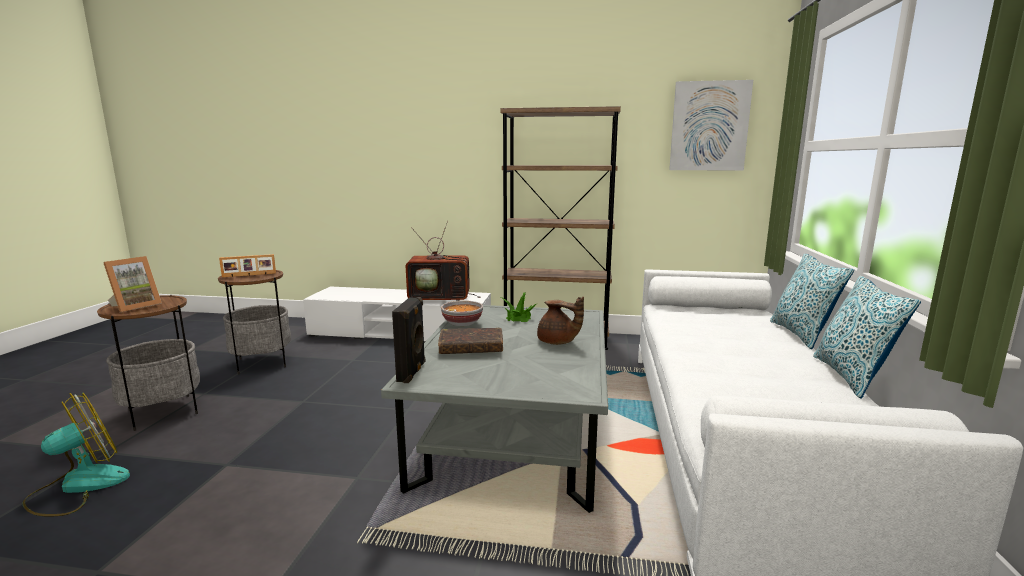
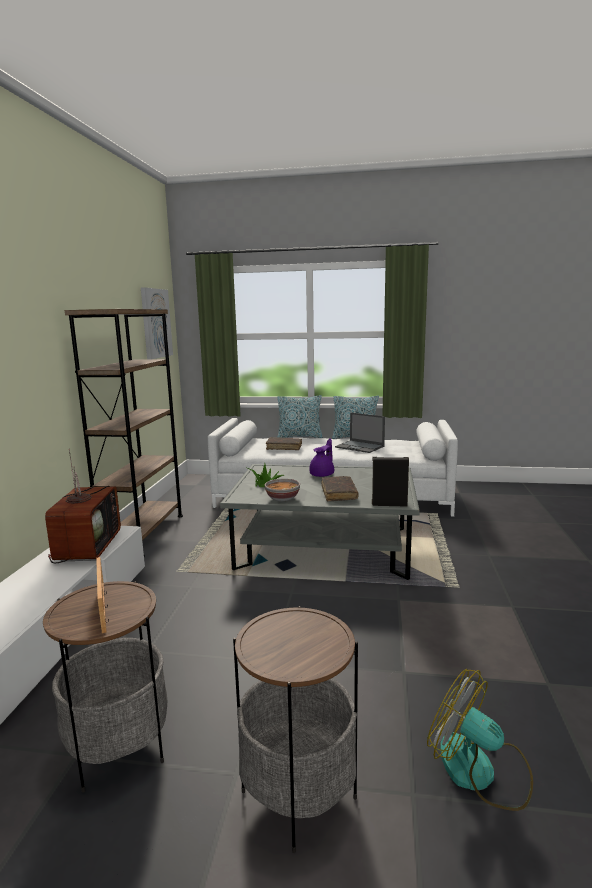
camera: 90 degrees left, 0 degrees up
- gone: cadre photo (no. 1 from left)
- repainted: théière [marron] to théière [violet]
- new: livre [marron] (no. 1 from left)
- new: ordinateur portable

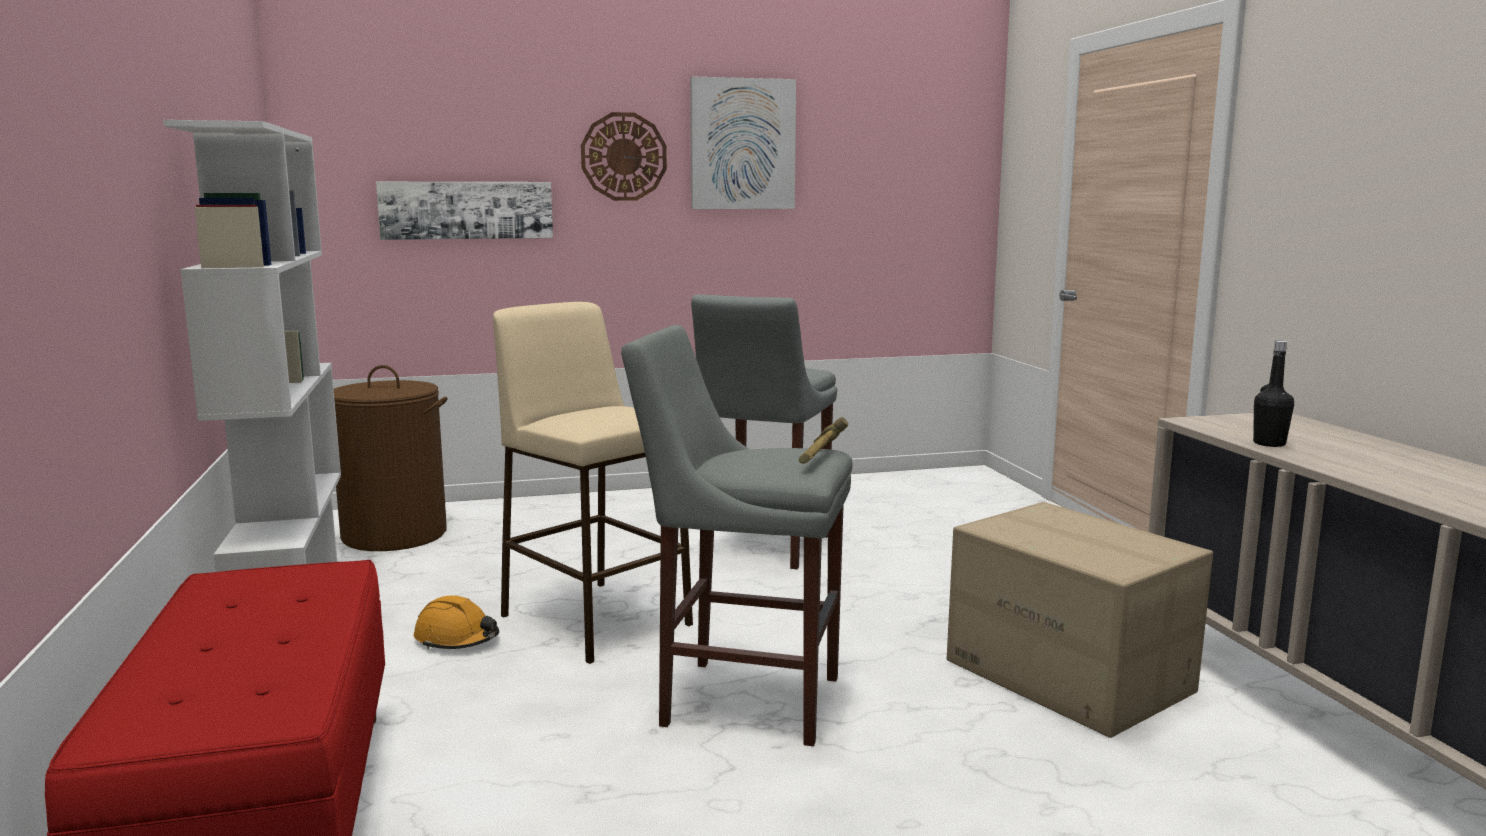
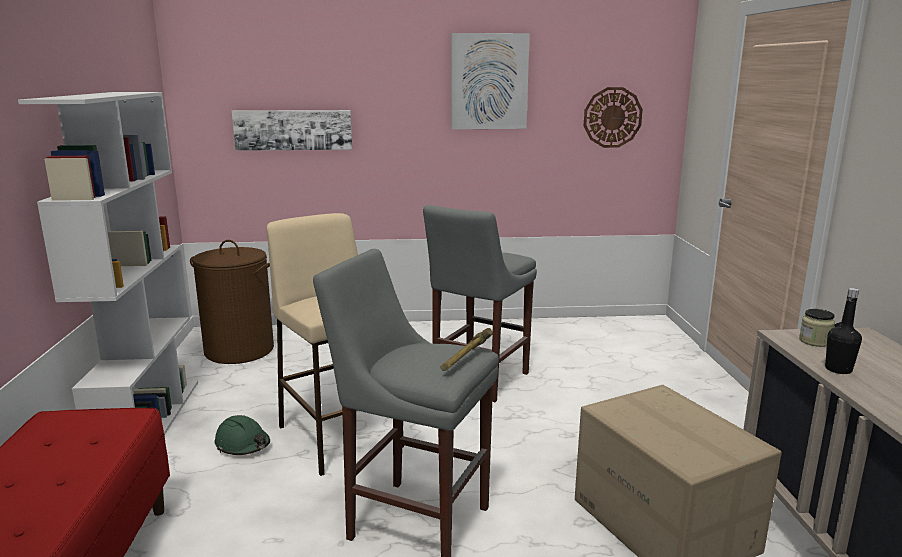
camera: 10 degrees right, 5 degrees up
- repainted: casque de chantier [orange] to casque de chantier [vert]
- shifted: horloge murale
- new: bocal

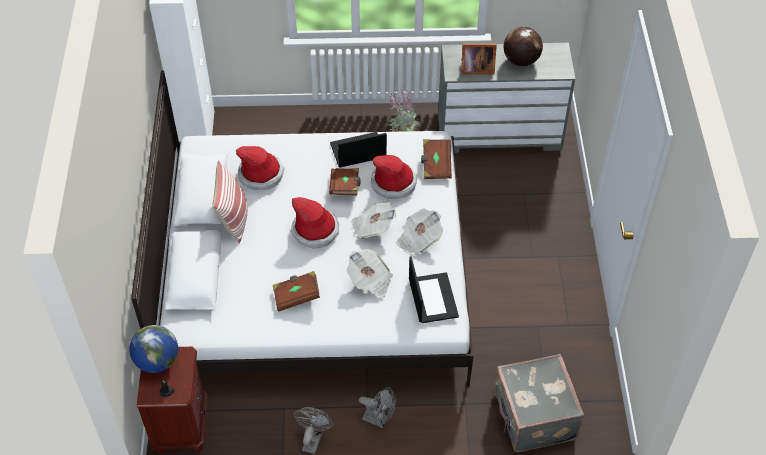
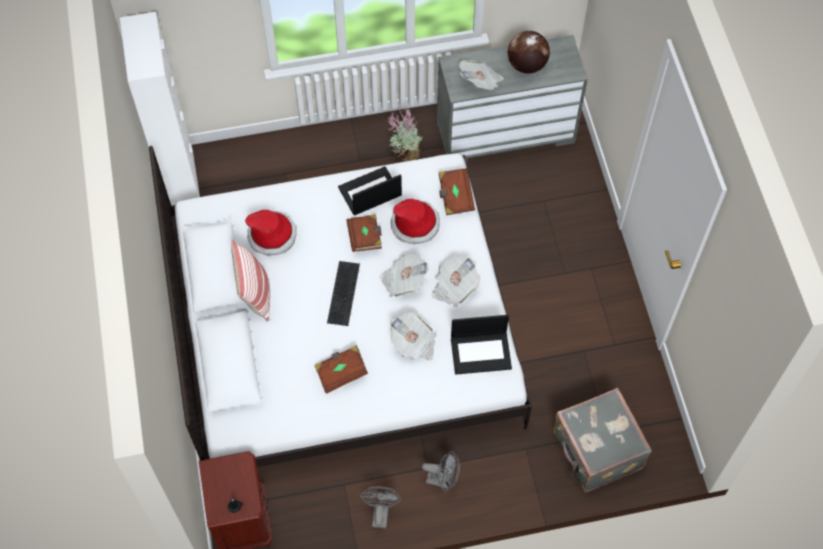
camera: 10 degrees left, 10 degrees up
- gone: globe (no. 1 from left)
- swapped: chapeau (no. 2 from left) to clavier
- rotated: ordinateur portable (no. 2 from left) 105 degrees clockwise
- swapped: cadre photo to journal (no. 4 from left)

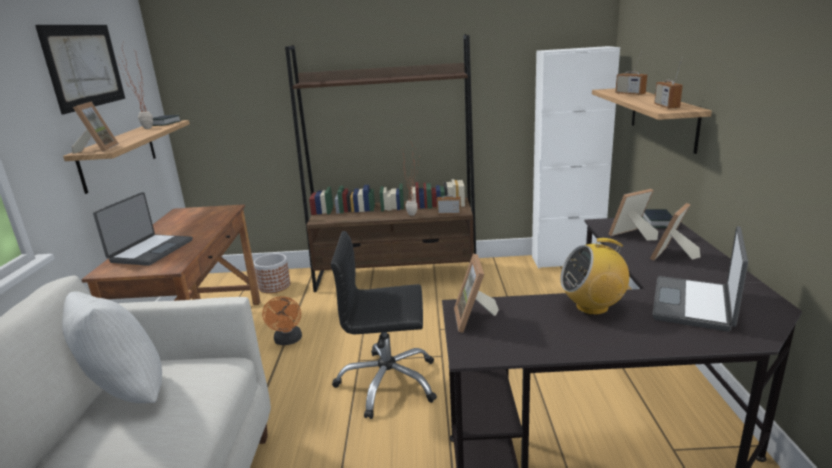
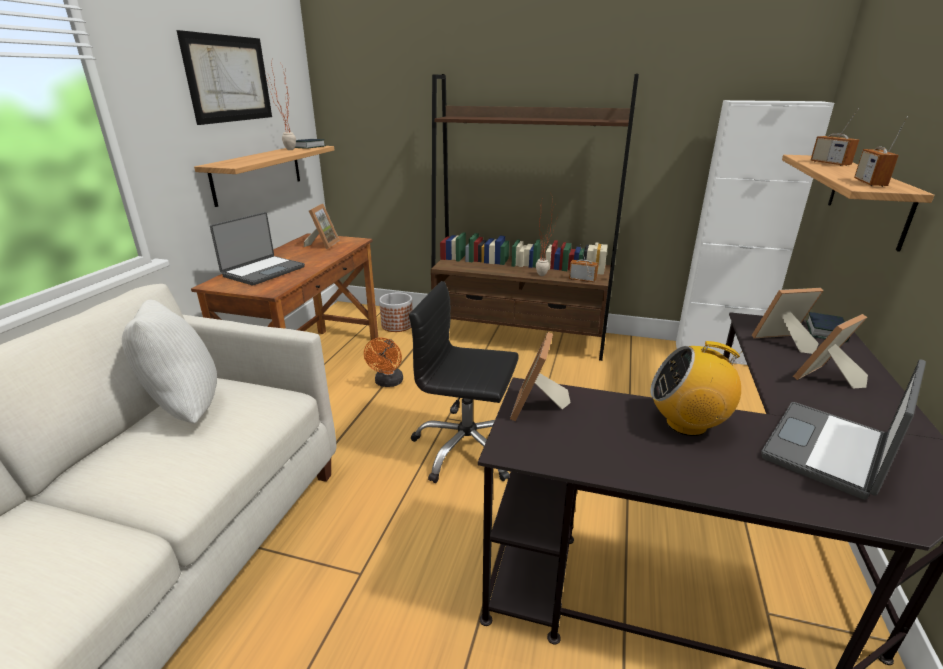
camera: 15 degrees right, 5 degrees up
- shifted: cadre photo (no. 1 from left)

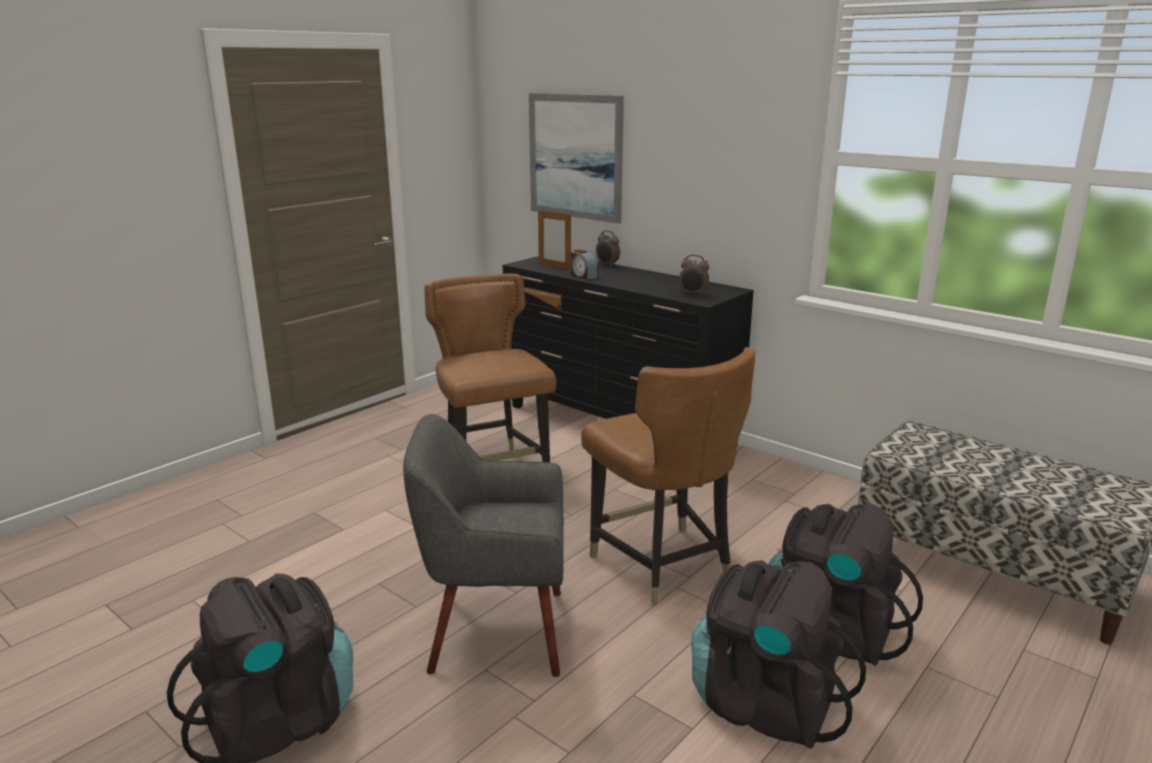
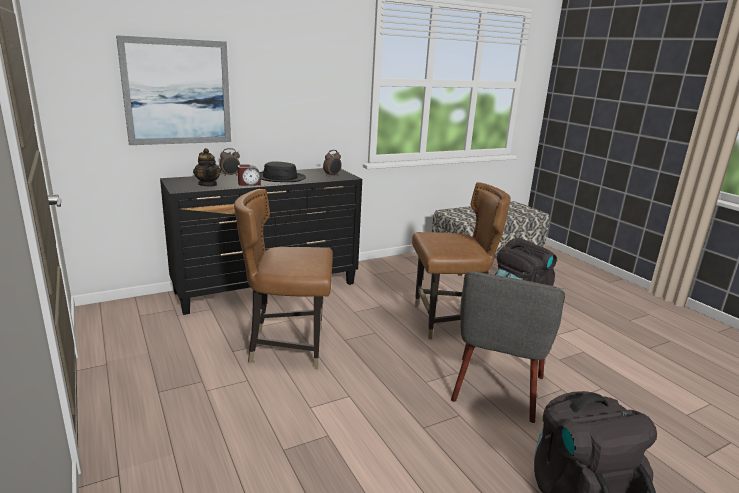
camera: 70 degrees left, 0 degrees up
- swapped: cadre photo to théière
- gone: sac à dos [noir] (no. 2 from left)
- new: chapeau [noir]

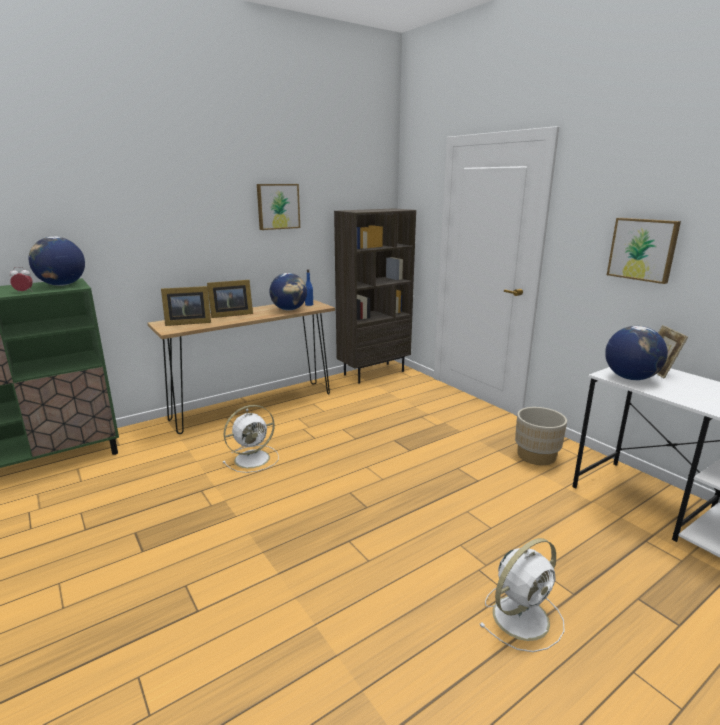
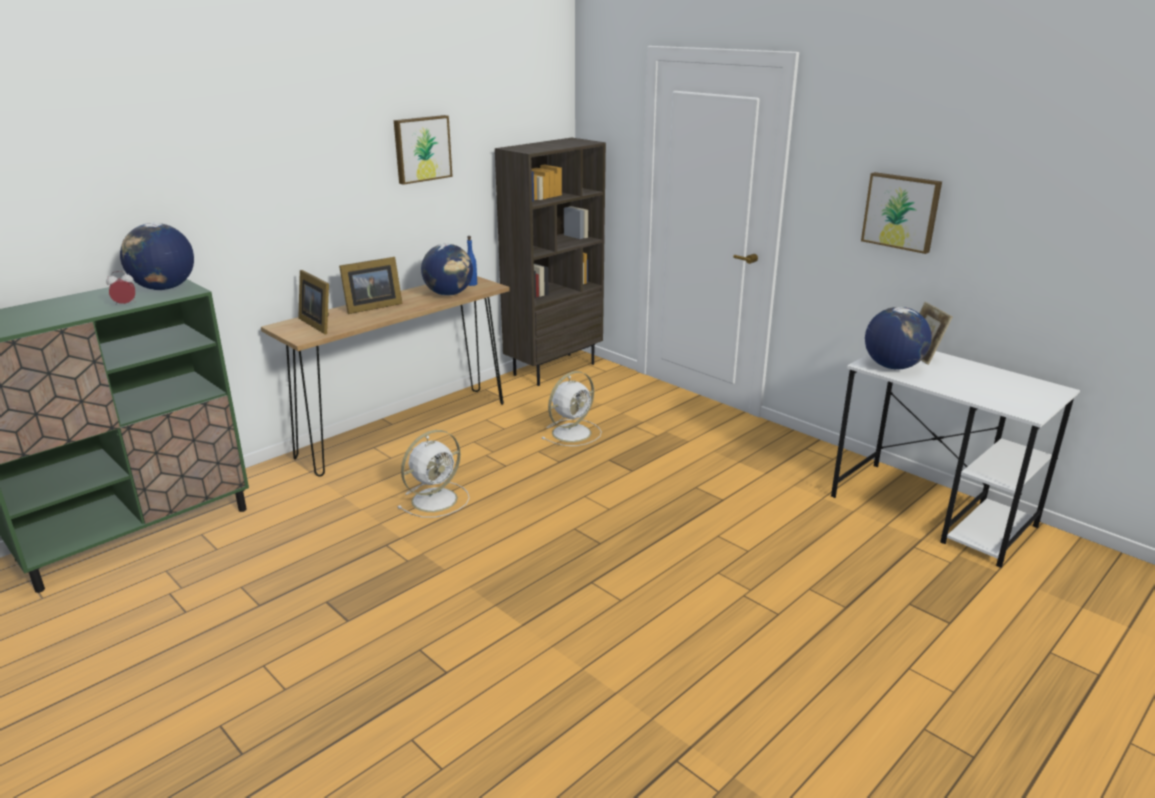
camera: 10 degrees left, 5 degrees up
- rotated: cadre photo (no. 1 from left) 75 degrees clockwise
- shifted: ventilateur [blanc] (no. 2 from left)
- gone: cache-pot [beige]

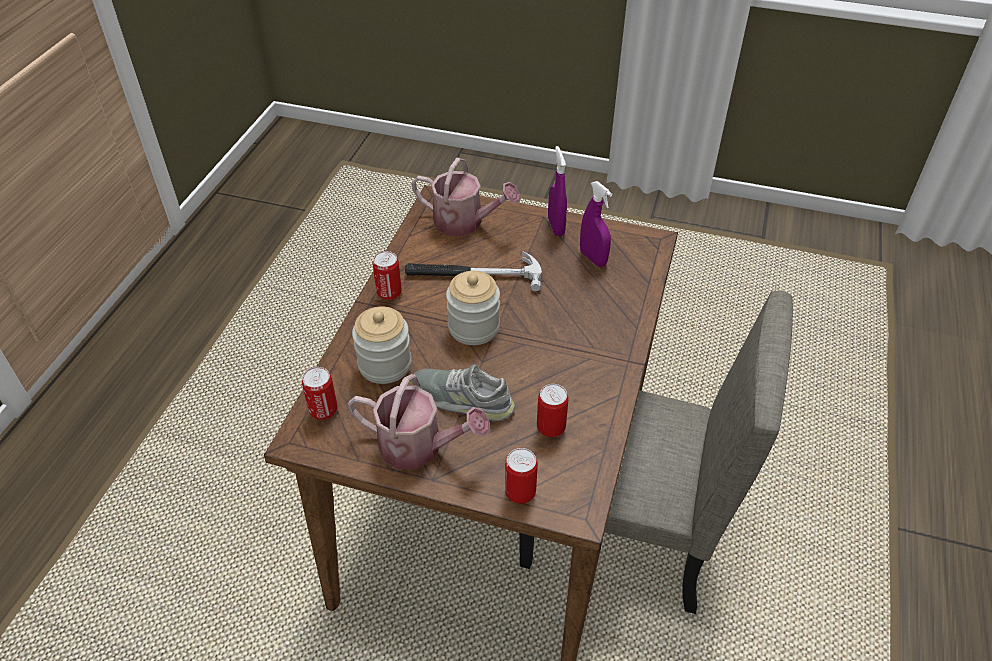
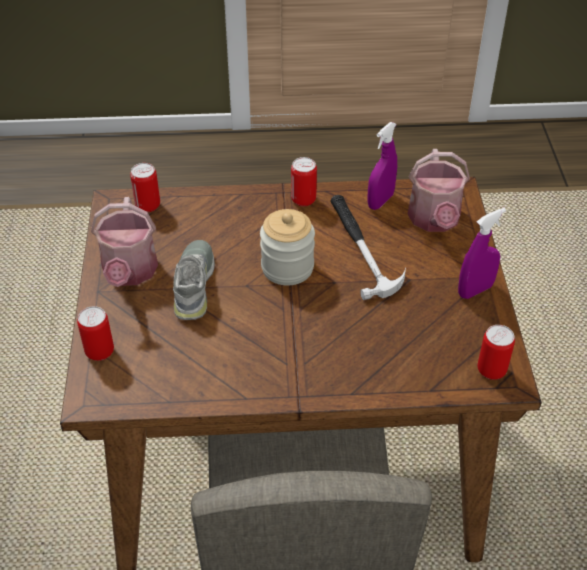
camera: 70 degrees right, 0 degrees up
- gone: bocal (no. 1 from left)
- shifted: boîte métallique (no. 4 from left)
- shifted: vaporisateur [violet] (no. 2 from left in the first image) to vaporisateur [violet] (no. 1 from left)

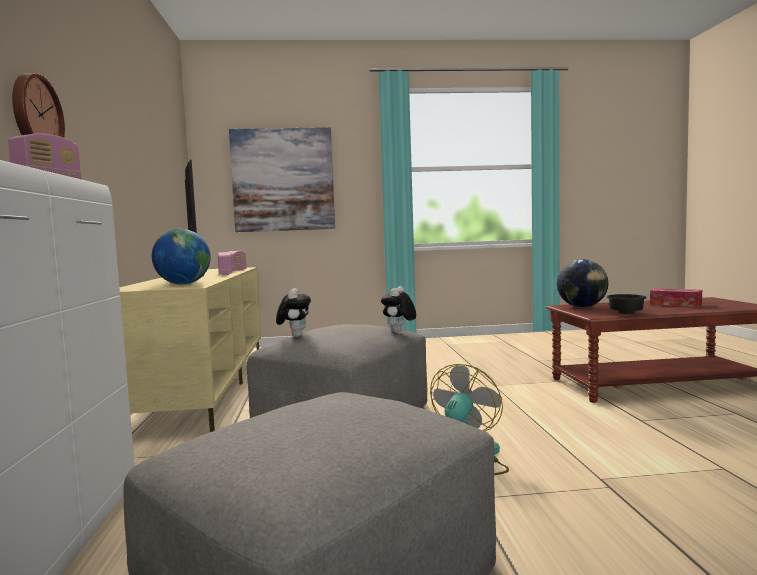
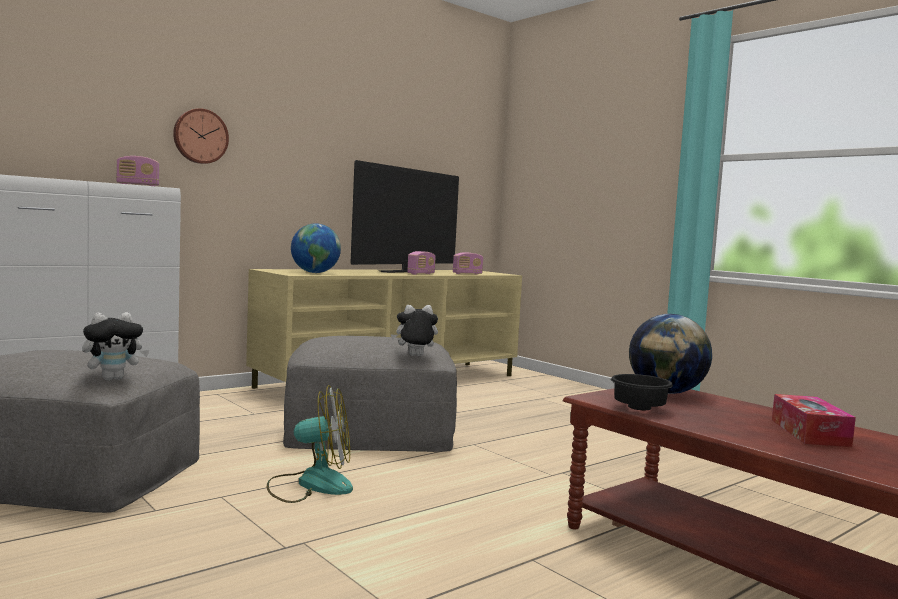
camera: 55 degrees right, 0 degrees up
- gone: tableau
- shifted: peluche (no. 1 from left)

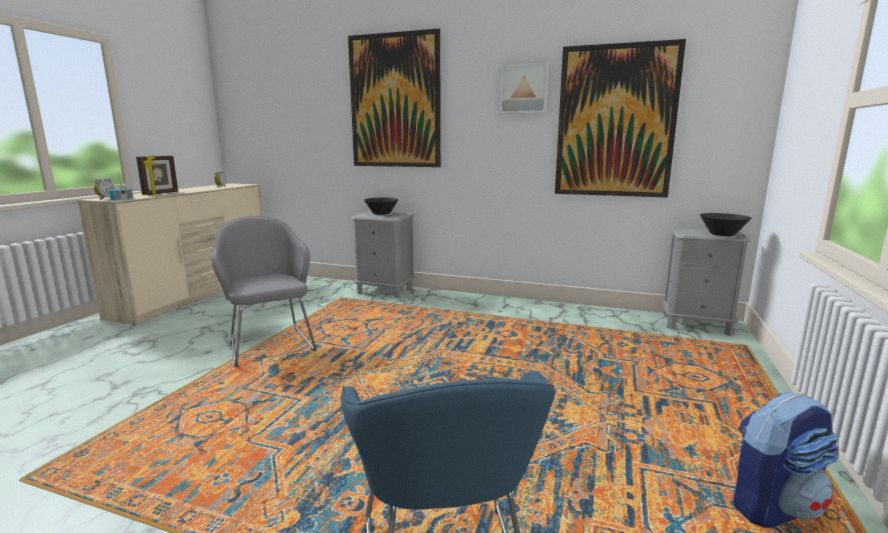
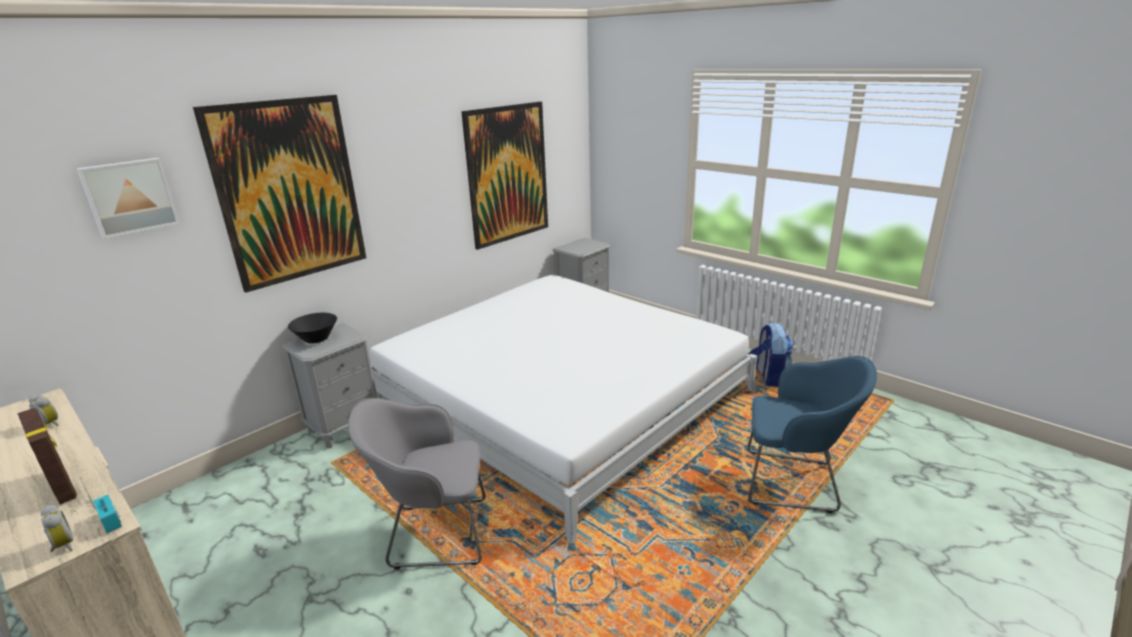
camera: 65 degrees left, 10 degrees up
- shifted: tableau (no. 2 from left in the first image) to tableau (no. 1 from left)
- gone: bol [noir] (no. 2 from left)
- new: lit [blanc]

